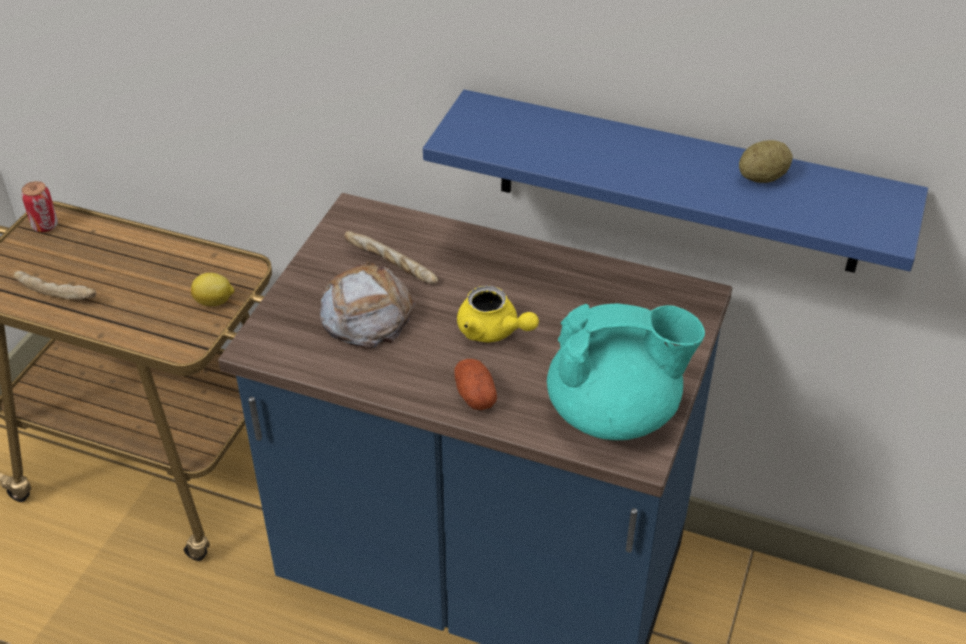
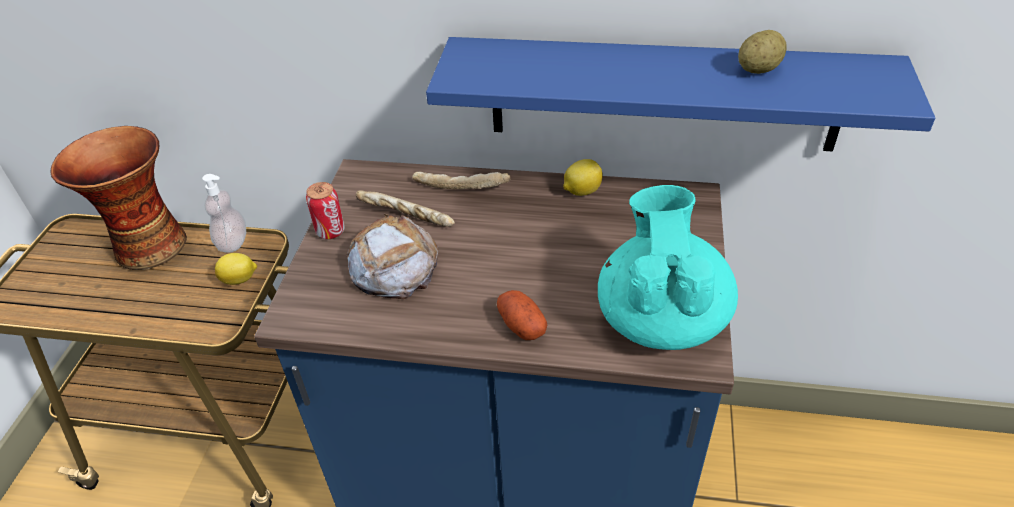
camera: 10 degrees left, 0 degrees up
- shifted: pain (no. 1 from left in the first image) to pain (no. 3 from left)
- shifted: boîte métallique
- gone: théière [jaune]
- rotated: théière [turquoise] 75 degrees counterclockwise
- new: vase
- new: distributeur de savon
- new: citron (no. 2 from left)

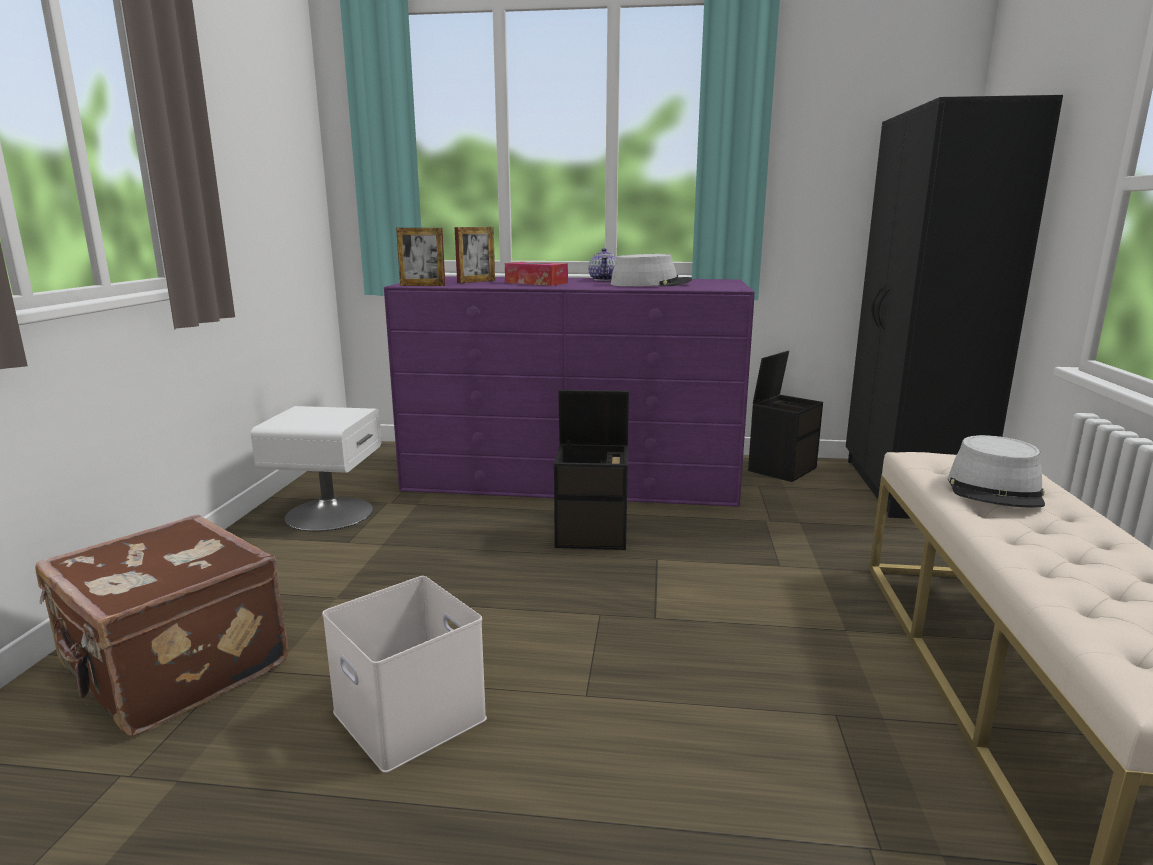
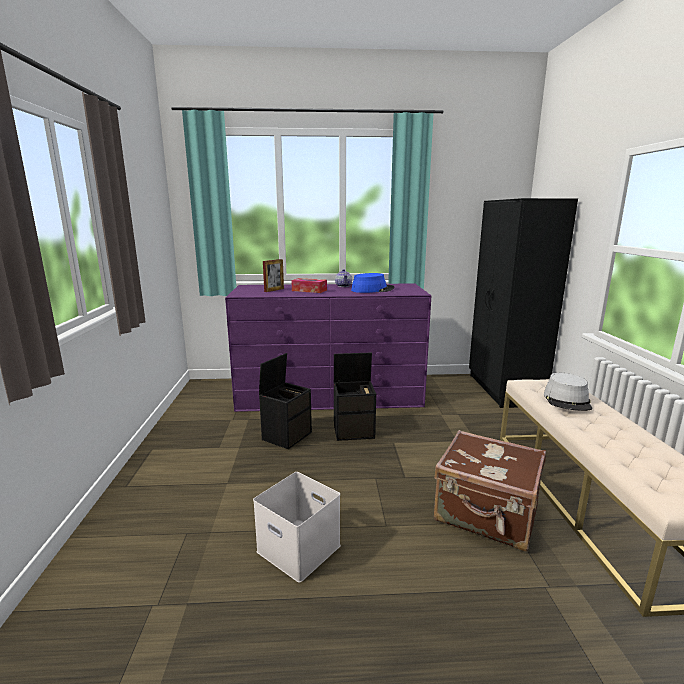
camera: 10 degrees left, 0 degrees up
- shifted: valise [marron]
- gone: table de chevet [blanc]
- gone: cadre photo (no. 1 from left)
- repainted: chapeau [gris] (no. 1 from left) to chapeau [bleu]
- shifted: boîte de rangement [noir] (no. 2 from left in the first image) to boîte de rangement [noir] (no. 1 from left)

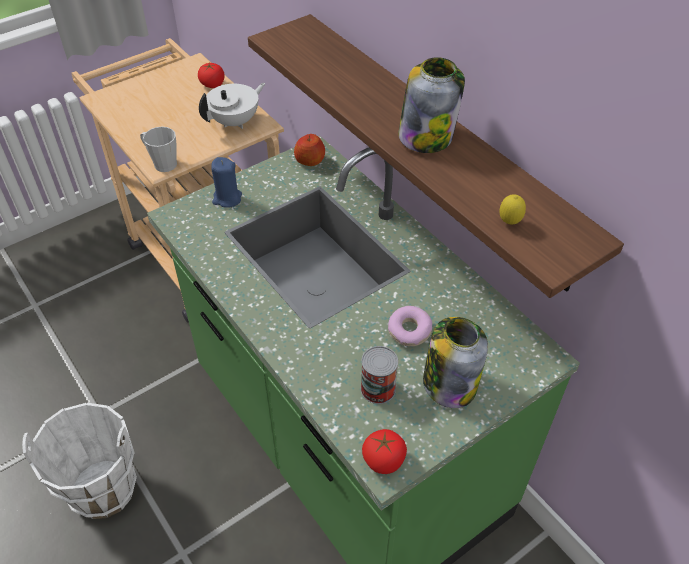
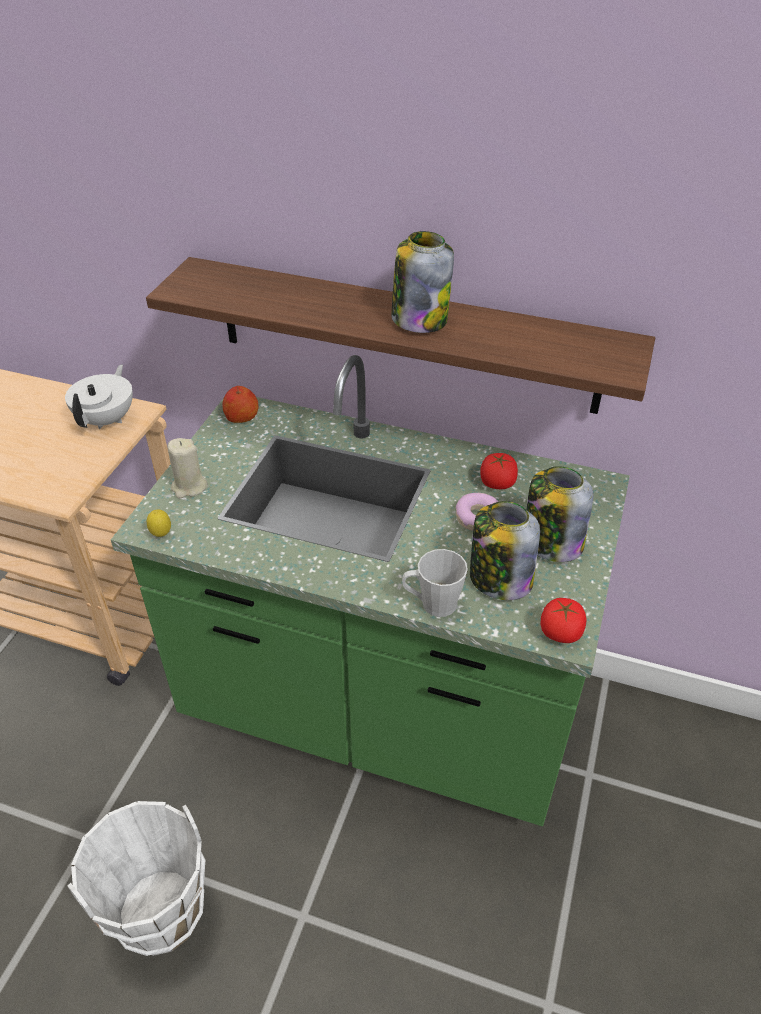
camera: 35 degrees left, 5 degrees down
- shifted: mug [gris]
- shifted: tomate (no. 1 from left)
- repainted: bougie [bleu] to bougie [beige]
- swapped: boîte métallique to bocal (no. 2 from left)
- shifted: citron

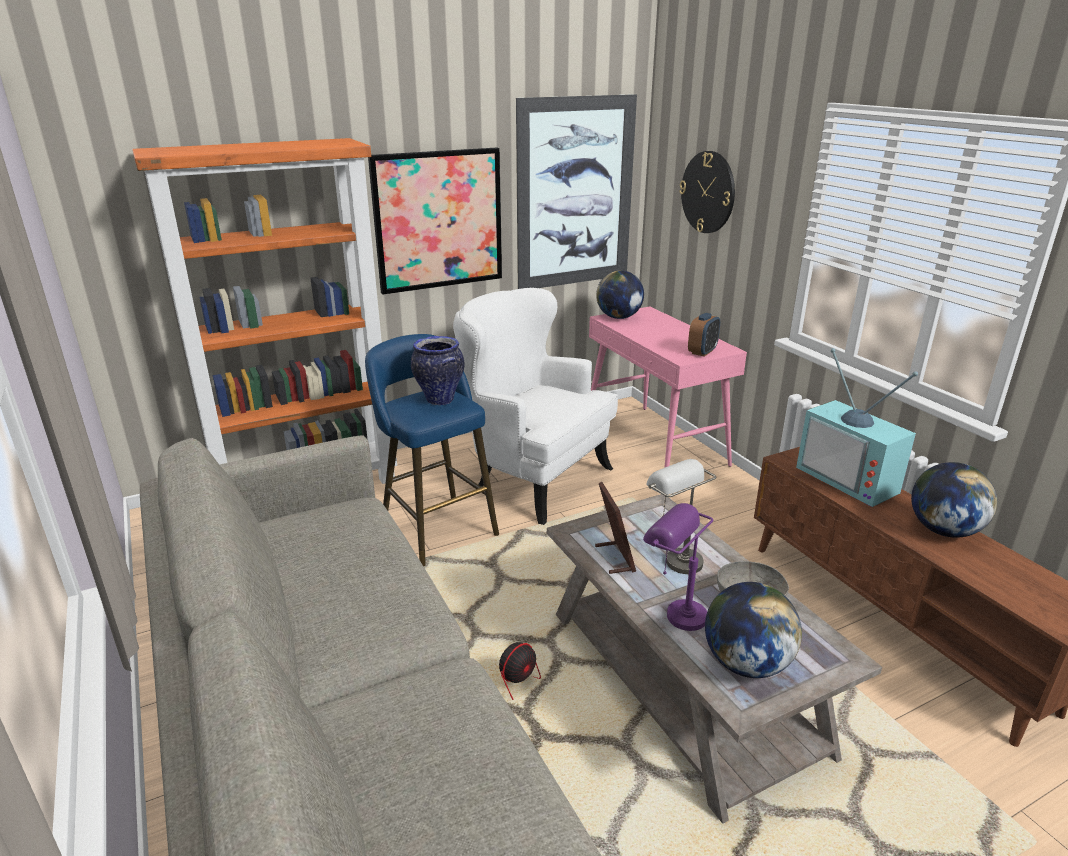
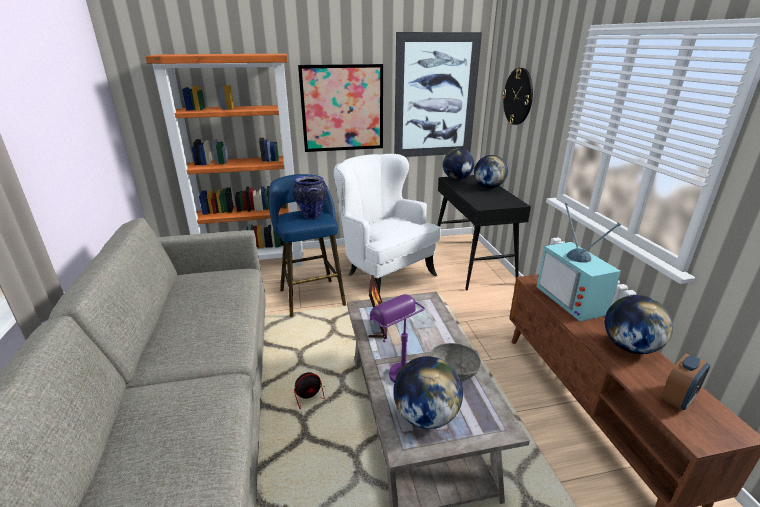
camera: 15 degrees right, 0 degrees up
- repainted: table console [rose] to table console [noir]
- gone: lampe de table [gris]
- shifted: réveil
- new: globe (no. 3 from left)

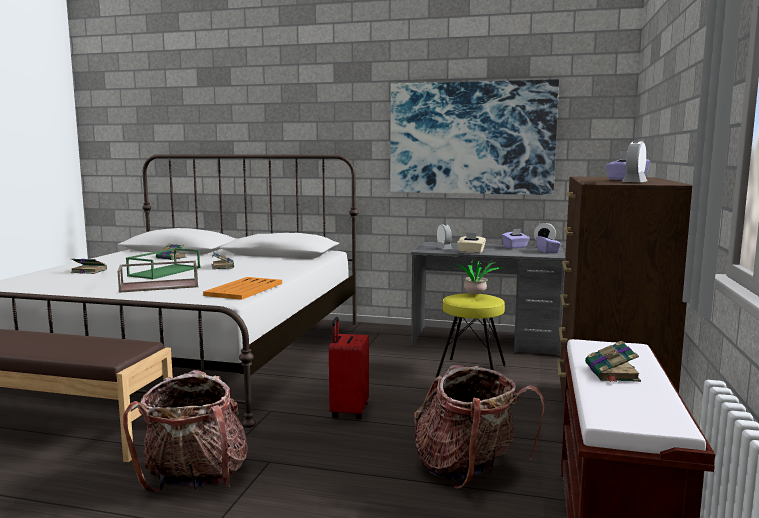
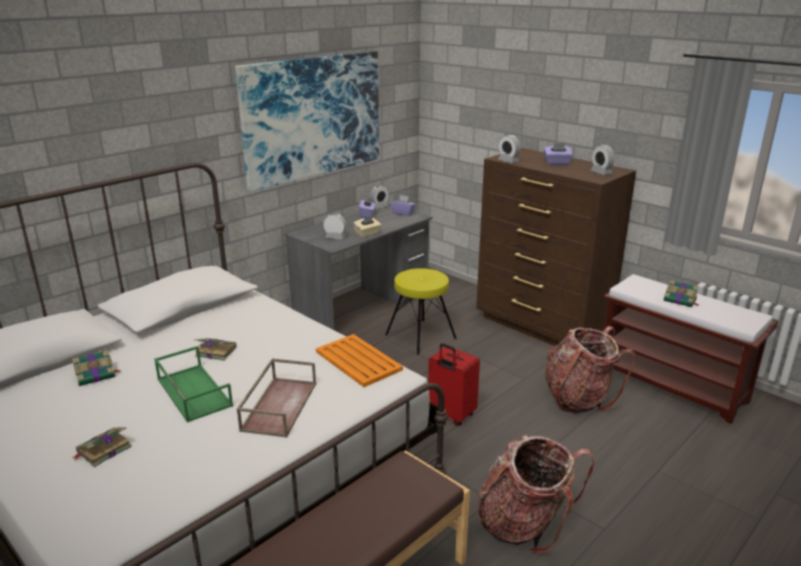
camera: 60 degrees left, 15 degrees up
- gone: plante en pot
- new: réveil (no. 3 from left)

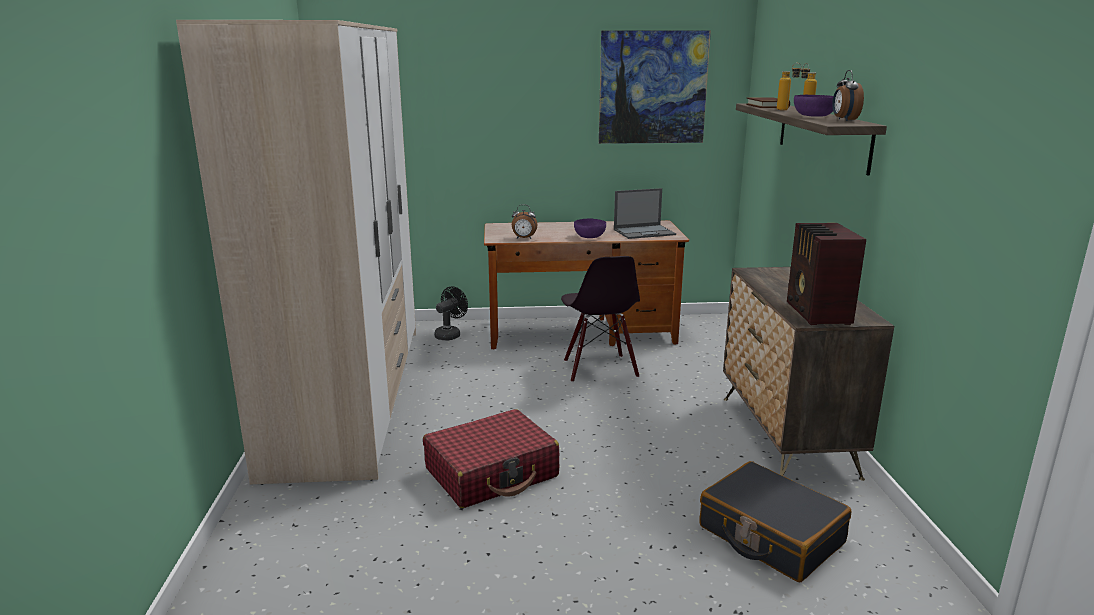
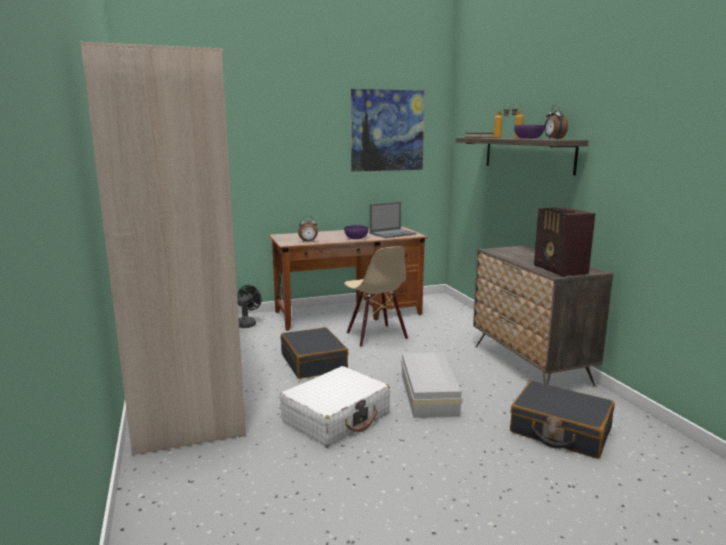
camera: 15 degrees left, 5 degrees down
- repainted: valise [rouge] to valise [blanc]
- repainted: chaise [noir] to chaise [beige]
- new: valise [noir] (no. 1 from left)
- new: boîte de rangement [blanc]

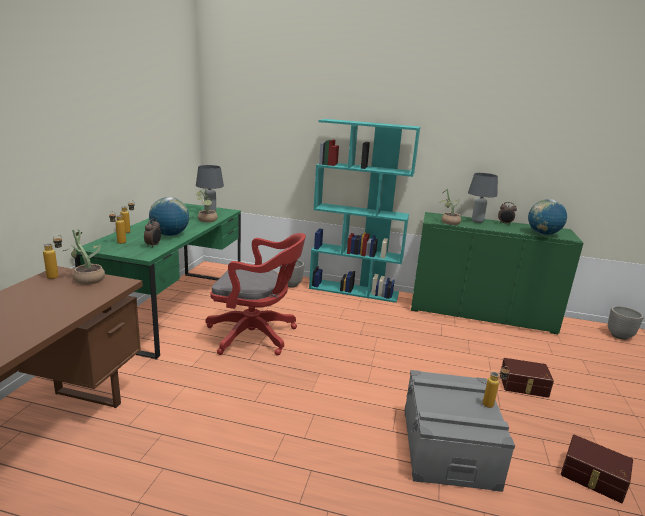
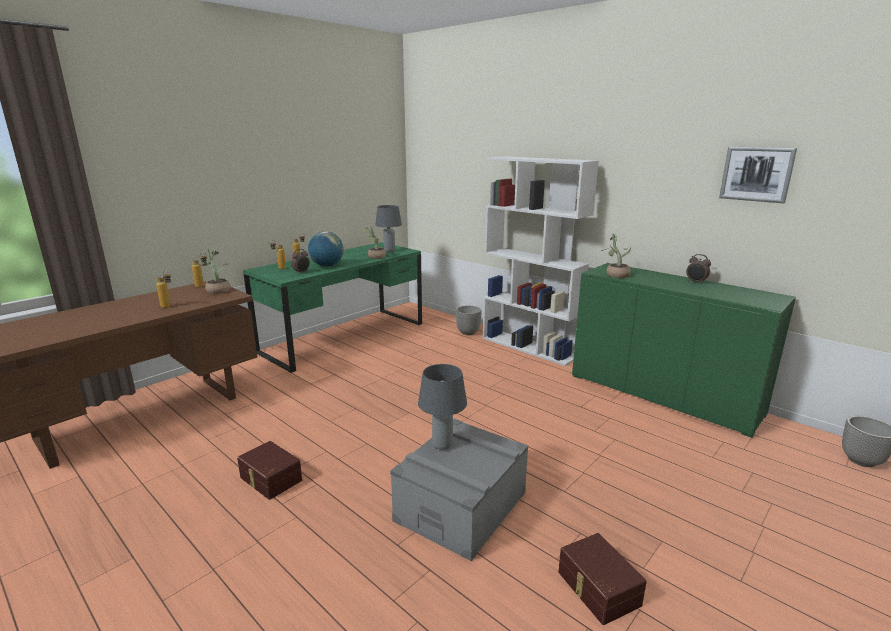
camera: 30 degrees right, 0 degrees up
- gone: chaise de bureau [rouge]
- repainted: bibliothèque [turquoise] to bibliothèque [blanc]
- shifted: lampe de table [gris] (no. 2 from left)
- shifted: bouteille (no. 4 from left in the first image) to bouteille (no. 1 from left)
- shifted: boîte de rangement [marron] (no. 1 from left)
- gone: globe (no. 2 from left)
- new: tableau

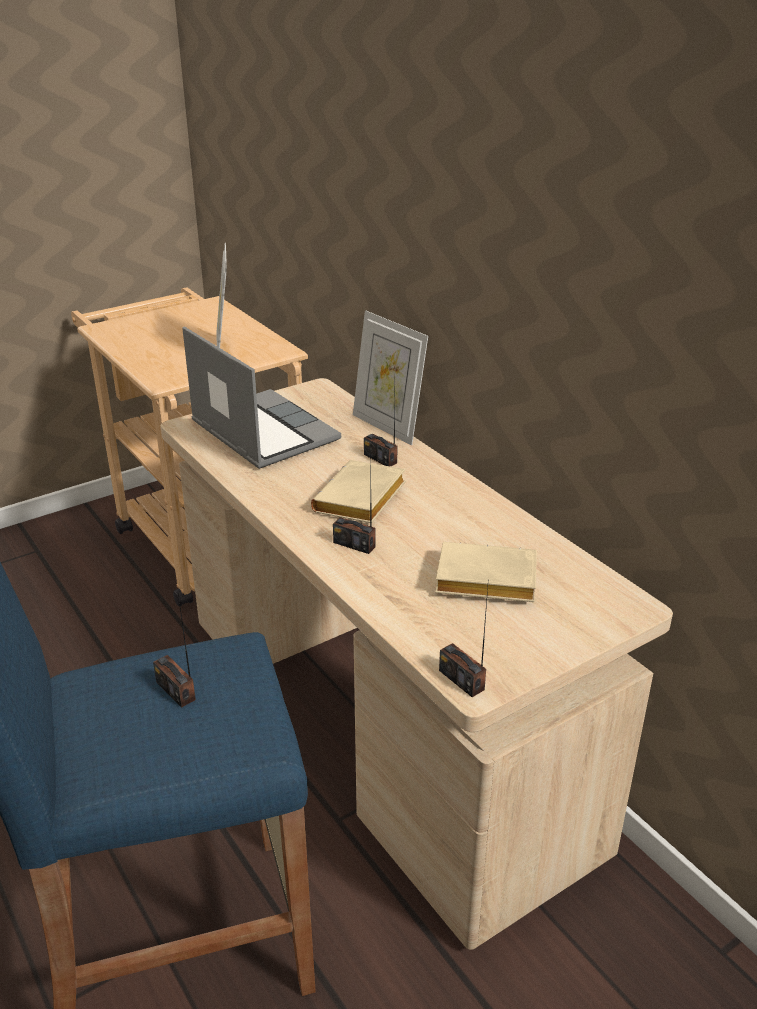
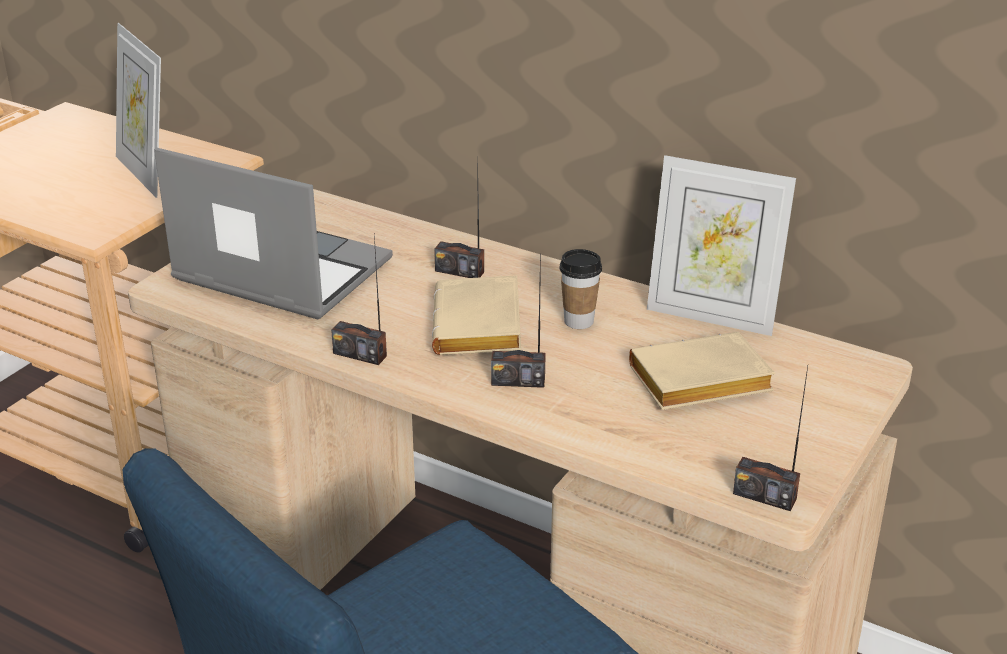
camera: 25 degrees left, 0 degrees up
- shifted: radio (no. 1 from left)
- shifted: cadre photo (no. 2 from left)
- new: tasse

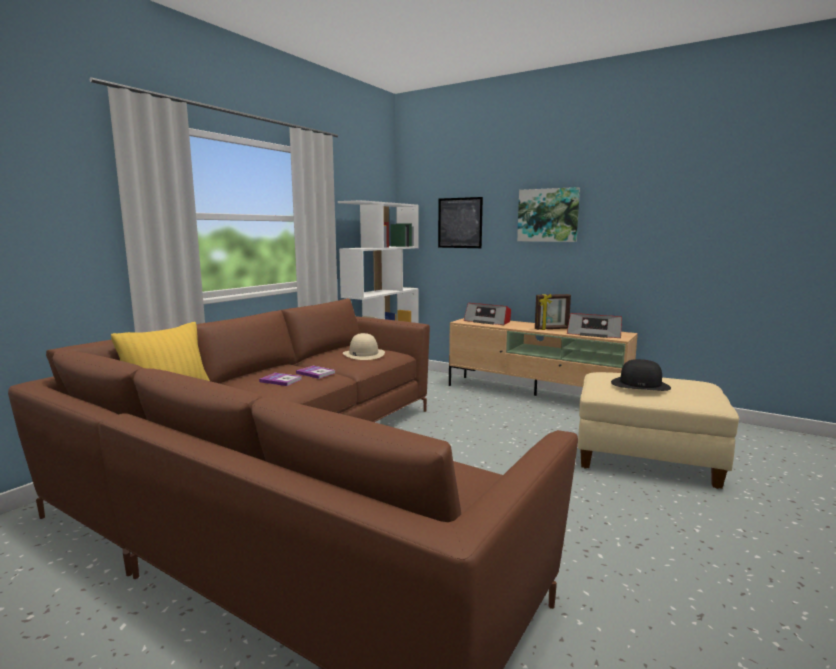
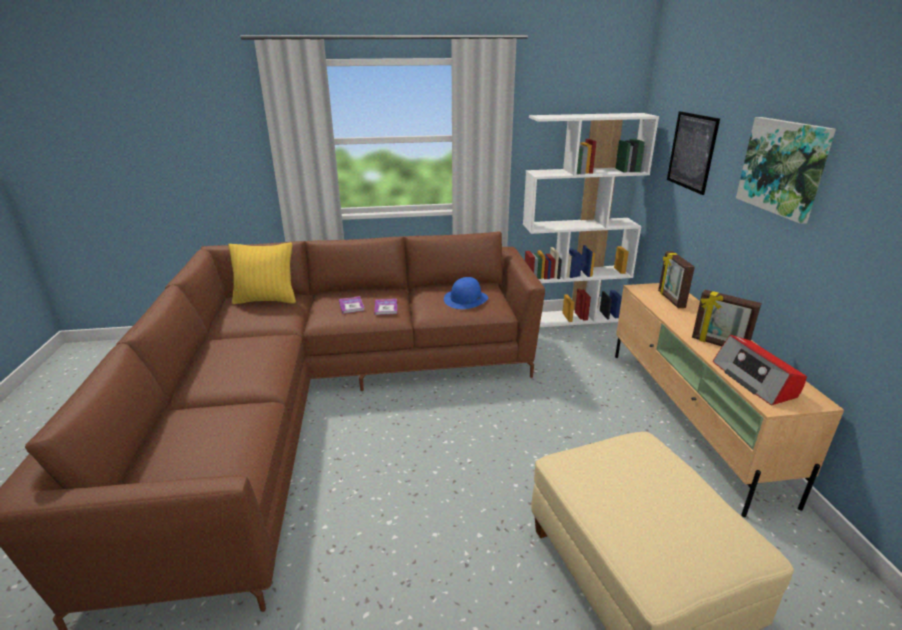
camera: 50 degrees right, 15 degrees up
- repainted: chapeau [beige] to chapeau [bleu]
- swapped: radio (no. 1 from left) to cadre photo (no. 1 from left)
- gone: chapeau [noir]

